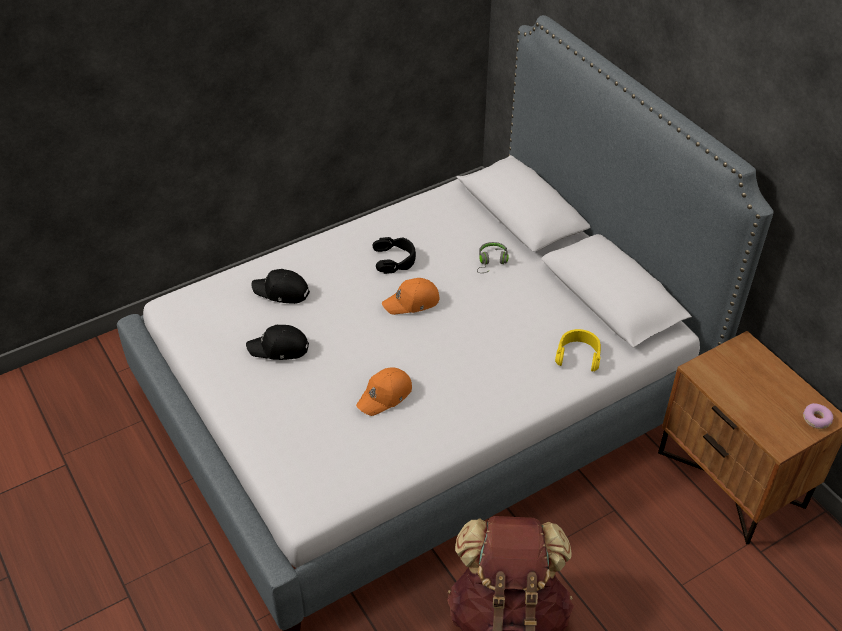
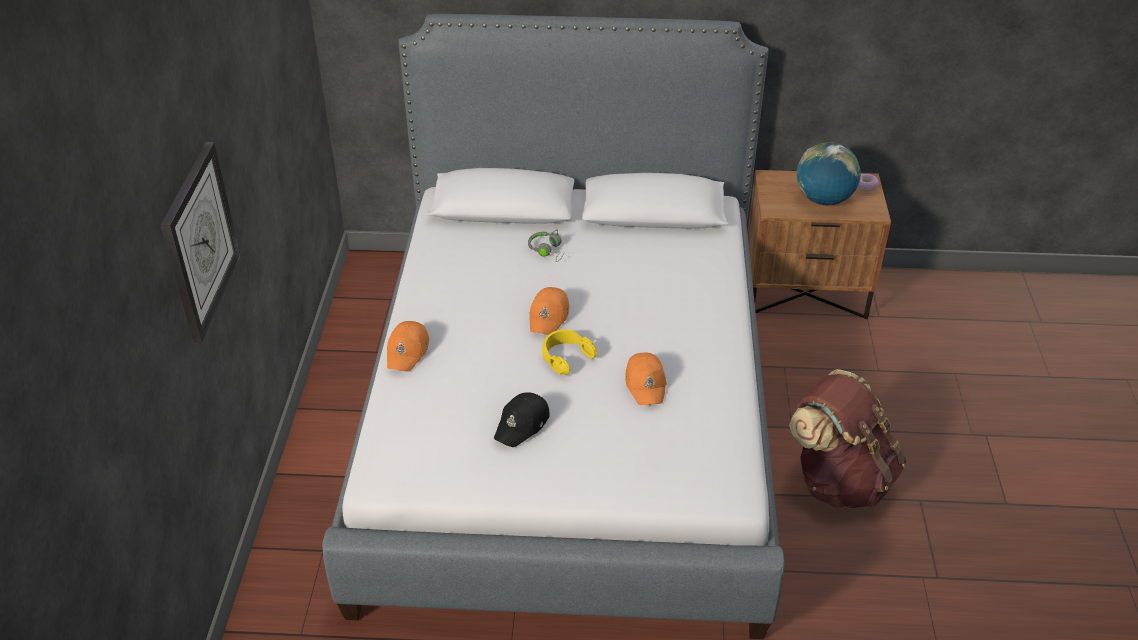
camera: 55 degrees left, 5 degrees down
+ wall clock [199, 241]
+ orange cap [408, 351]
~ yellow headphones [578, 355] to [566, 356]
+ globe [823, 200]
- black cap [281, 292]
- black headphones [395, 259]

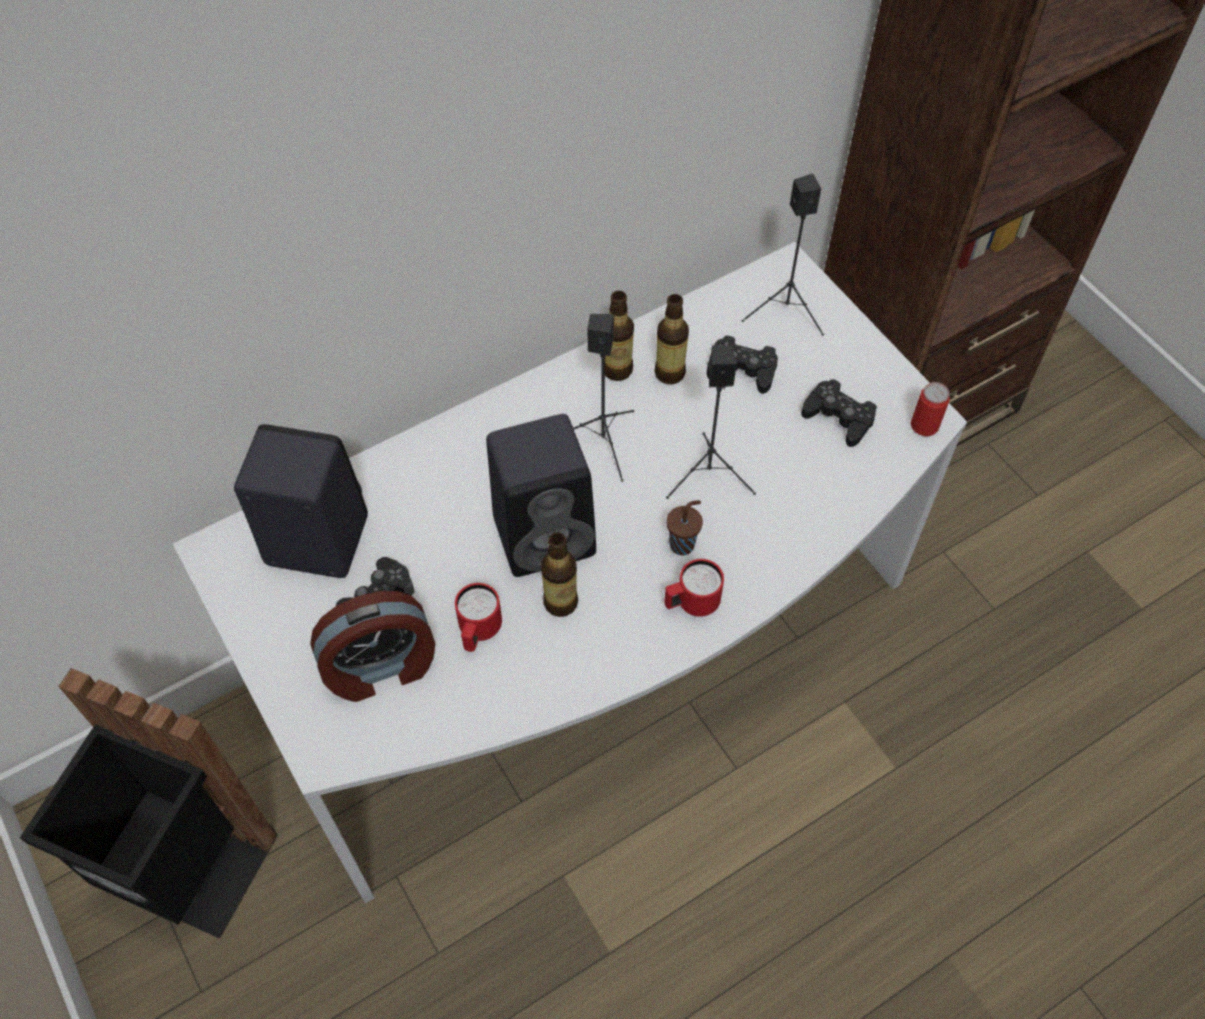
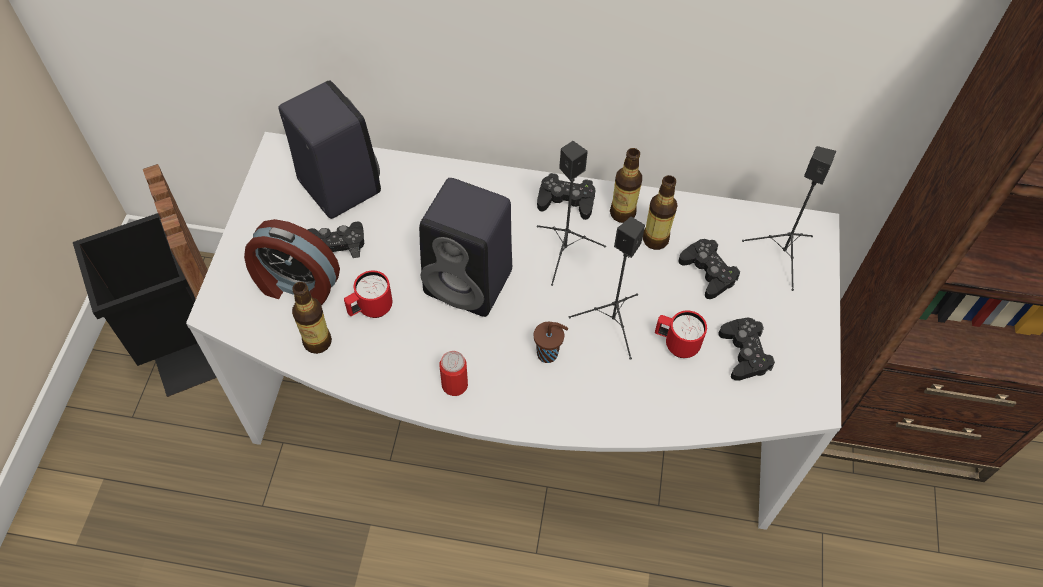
camera: 40 degrees right, 0 degrees up
~ bottle [561, 602] to [317, 342]
~ can [924, 425] to [454, 384]
+ black game controller [566, 201]
~ red mug [691, 604] to [676, 344]

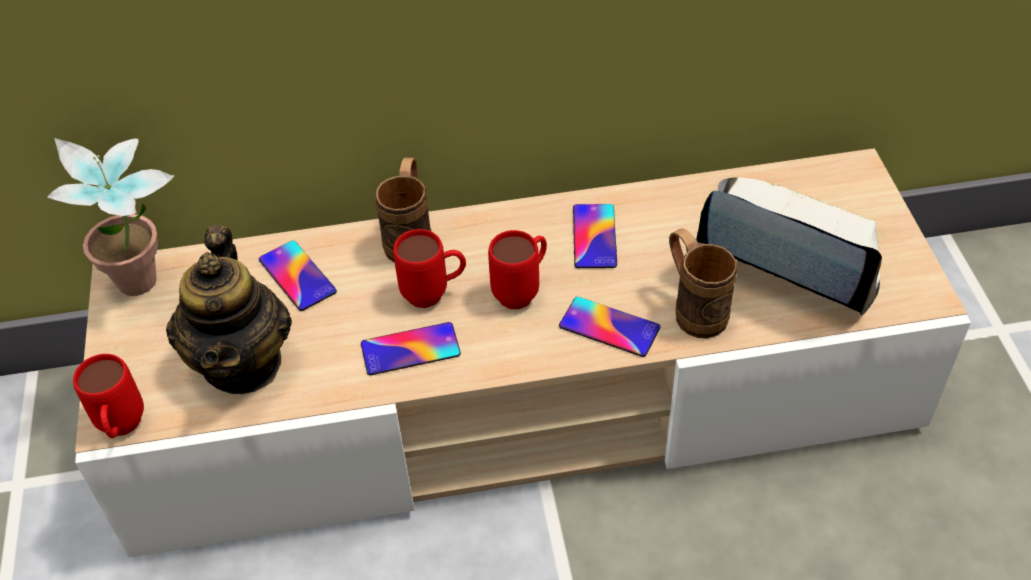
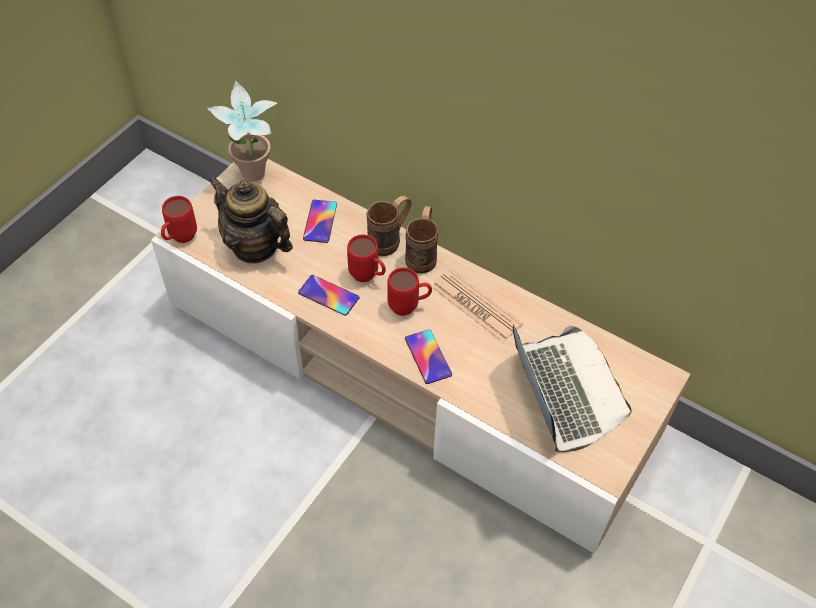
camera: 40 degrees right, 5 degrees up
~ teapot [243, 363] = [255, 246] 90 degrees clockwise
~ brown mug [693, 309] to [423, 255]
~ phone [594, 236] to newspaper [476, 306]

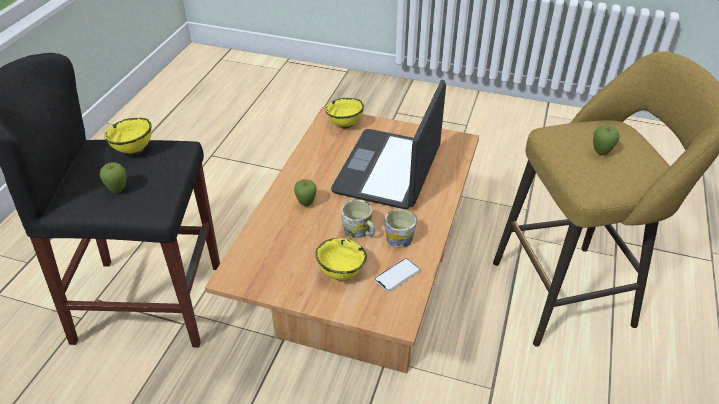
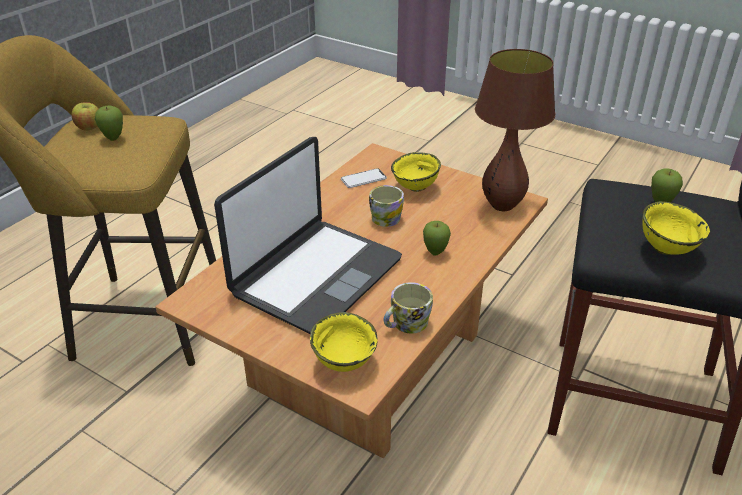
camera: 165 degrees left, 5 degrees down
+ apple [89, 128]
~ mug [402, 237] to [406, 324]
+ brown table lamp [502, 205]

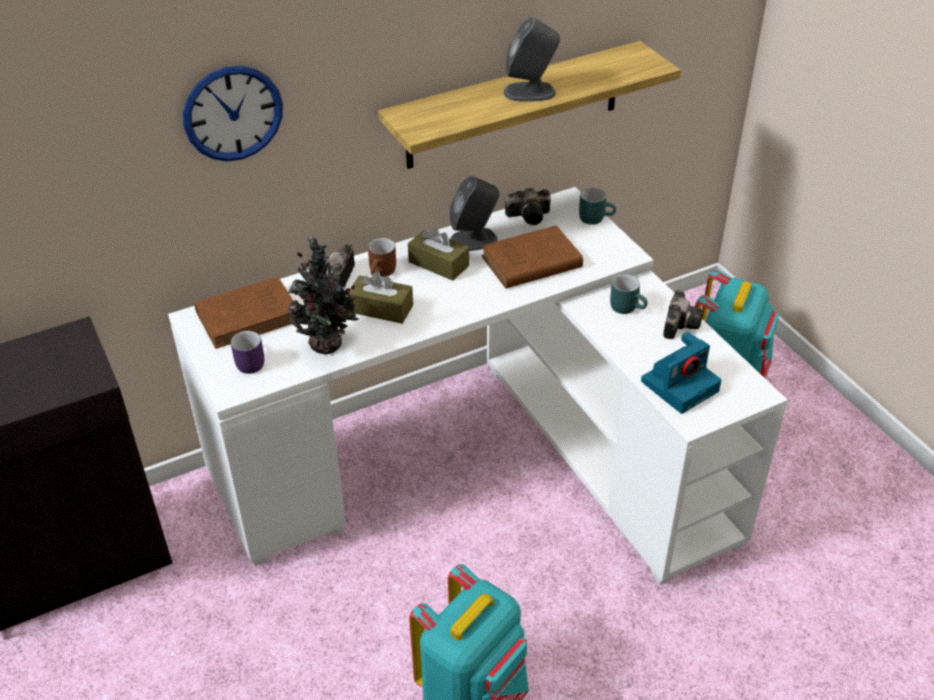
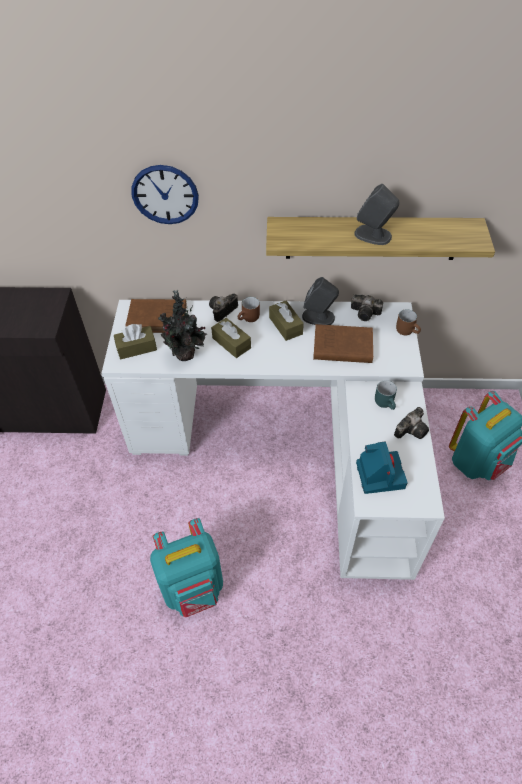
camera: 30 degrees right, 10 degrees up
~ purple mug [247, 362] to brown tissue box [136, 348]
~ photo camera [680, 385] = [379, 474] 90 degrees counterclockwise
~ turquoise mug [595, 218] to brown mug [407, 330]

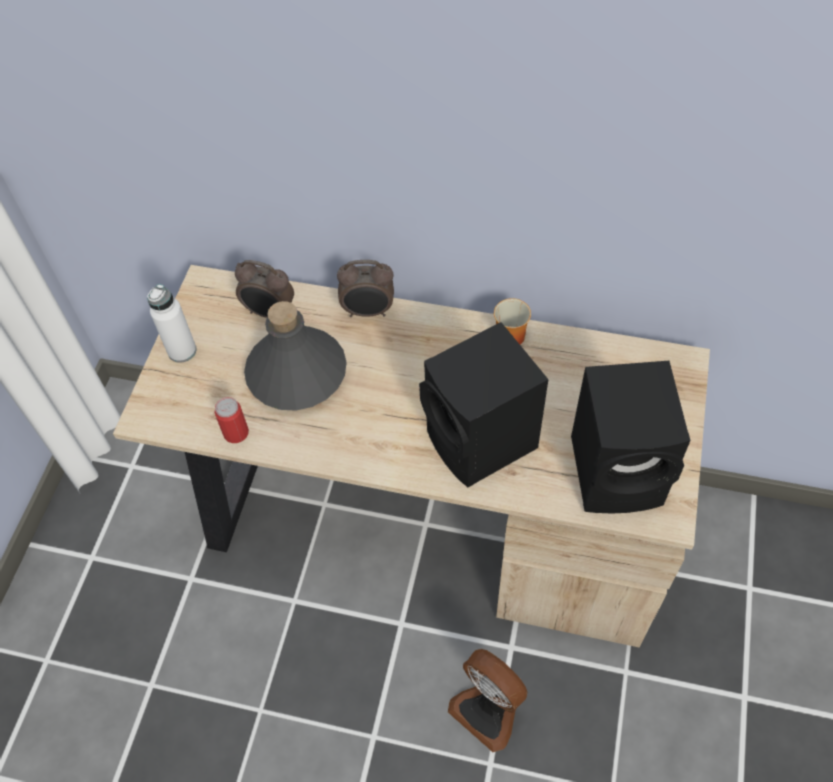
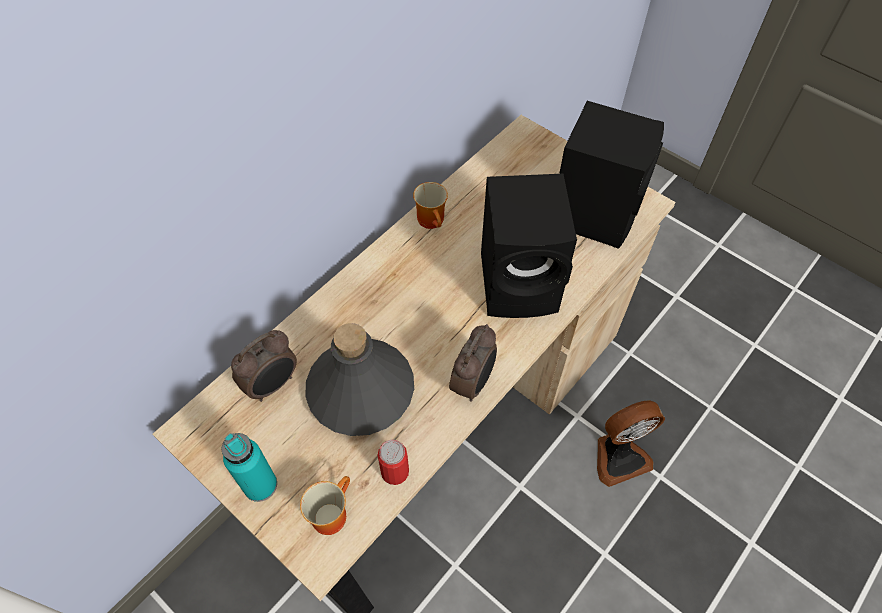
camera: 65 degrees left, 0 degrees up
~ white bottle [182, 351] to turquoise bottle [260, 485]
+ mug [329, 512]
~ alarm clock [368, 312] to [473, 382]

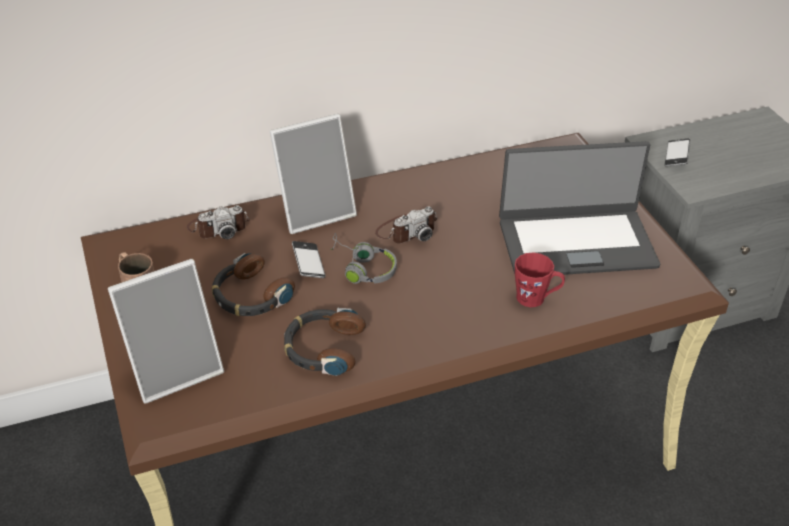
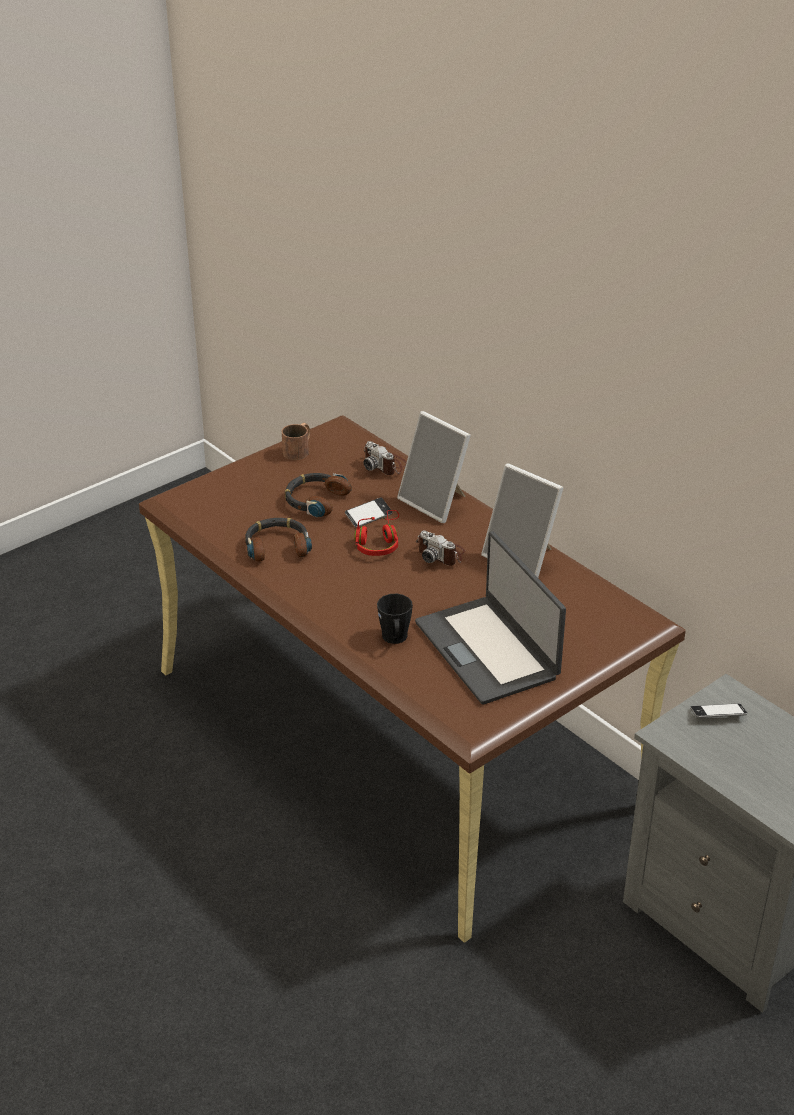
camera: 70 degrees right, 5 degrees down
~ grey headphones [362, 268] to red headphones [378, 542]
~ red mug [536, 298] to black mug [395, 639]
~ picture frame [175, 368] to [522, 558]

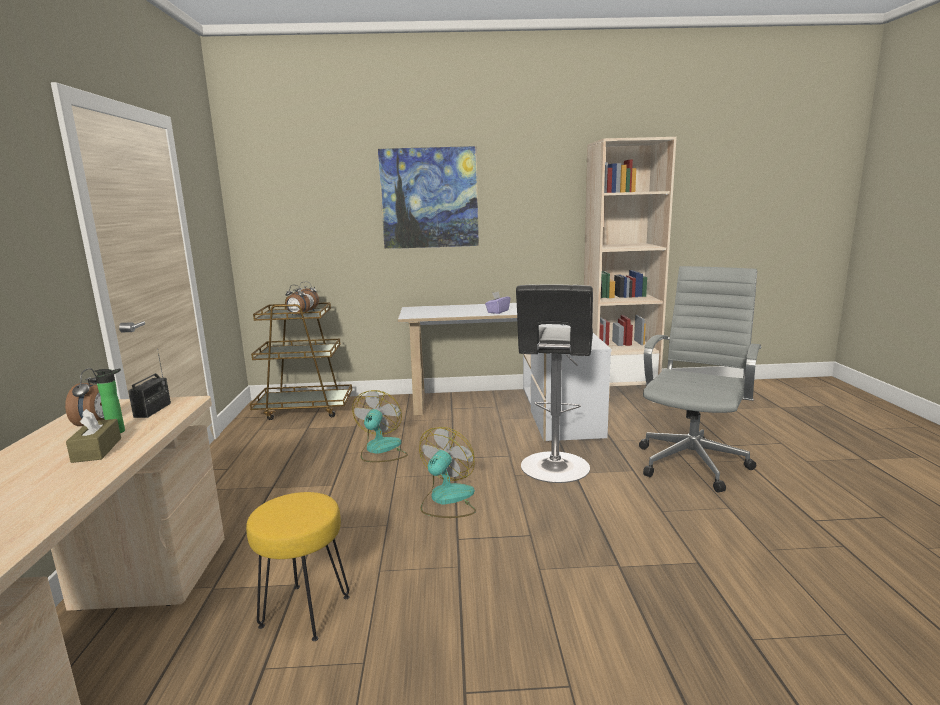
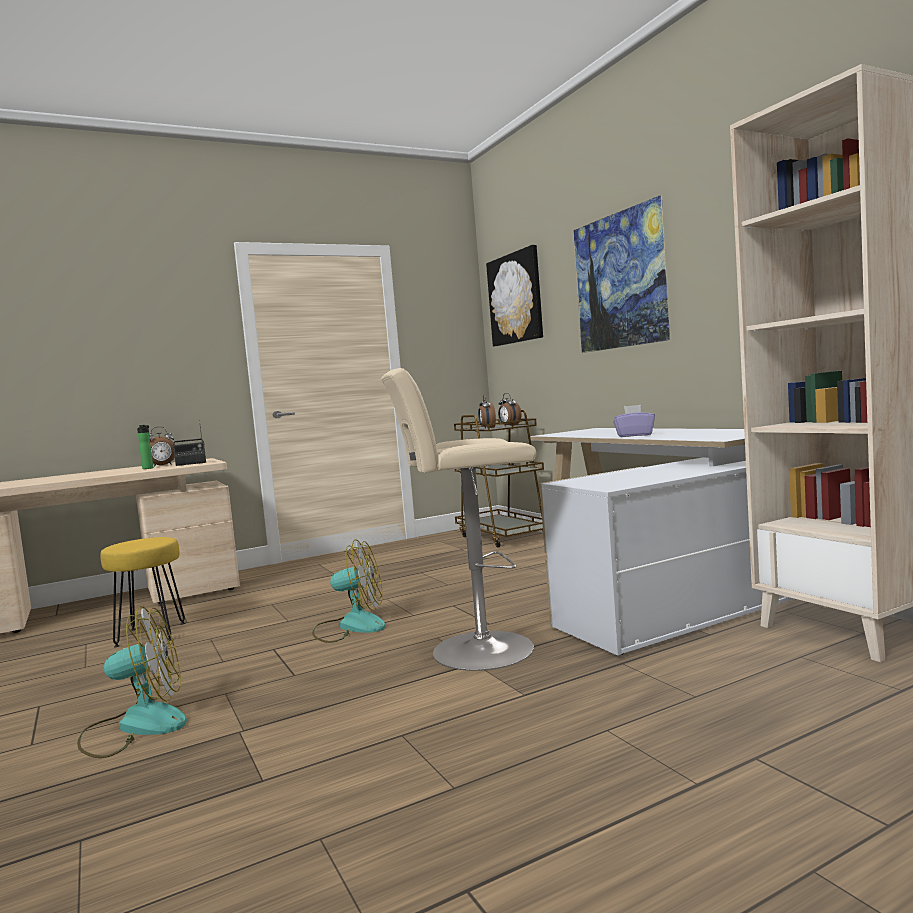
camera: 65 degrees right, 10 degrees down
~ fan [380, 450] to [135, 726]
~ black stool [554, 469] to beige stool [475, 651]
+ picture [516, 298]
- brown tissue box [97, 450]
- grey office chair [692, 462]

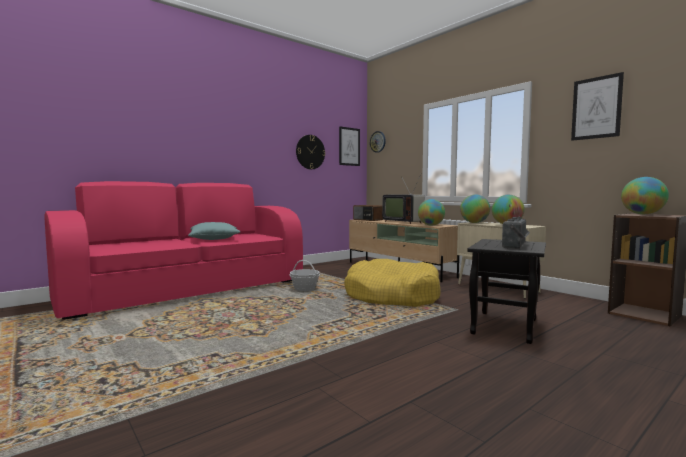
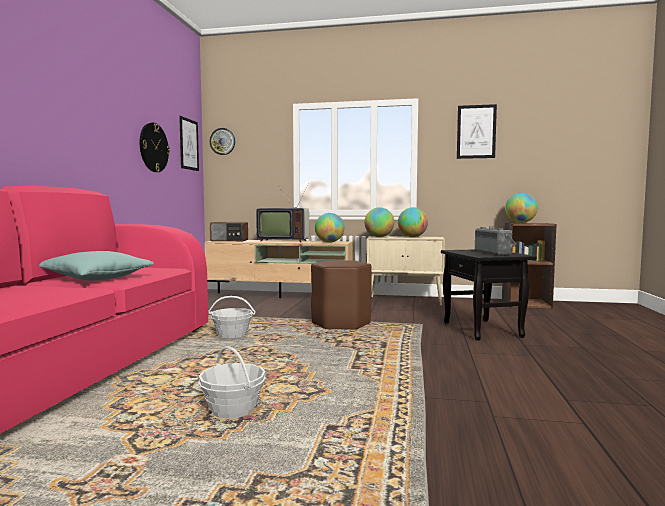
camera: 40 degrees left, 0 degrees up
+ basket [233, 410]
~ yellow dog bed [392, 296] to brown stool [341, 324]

